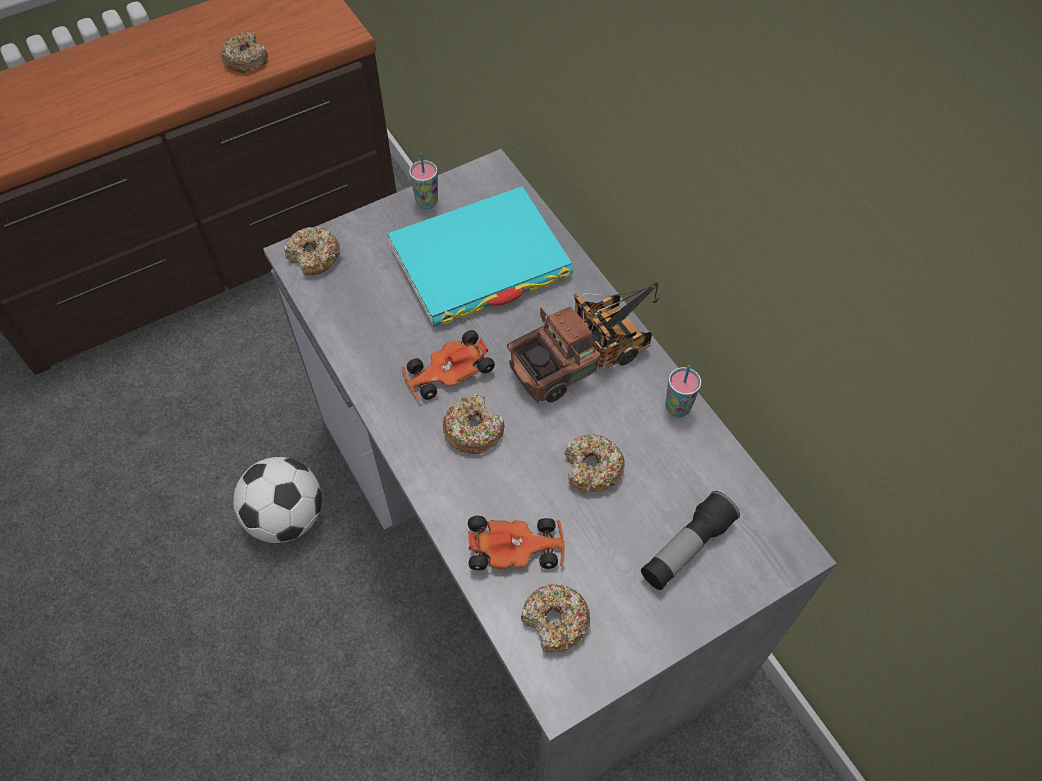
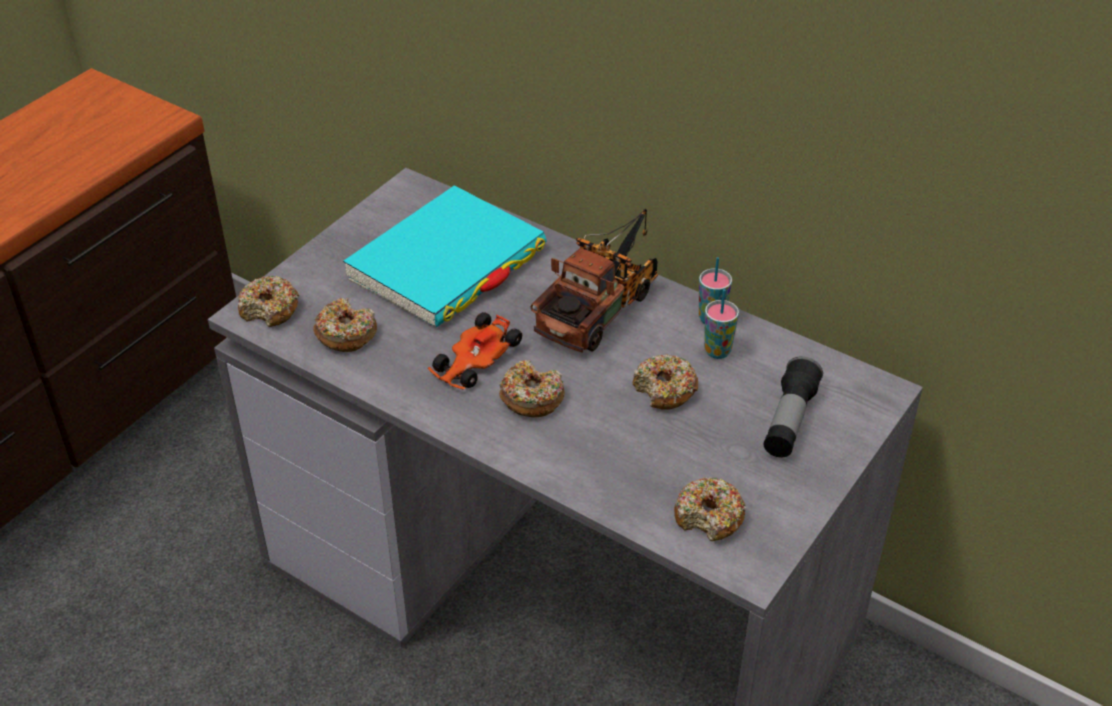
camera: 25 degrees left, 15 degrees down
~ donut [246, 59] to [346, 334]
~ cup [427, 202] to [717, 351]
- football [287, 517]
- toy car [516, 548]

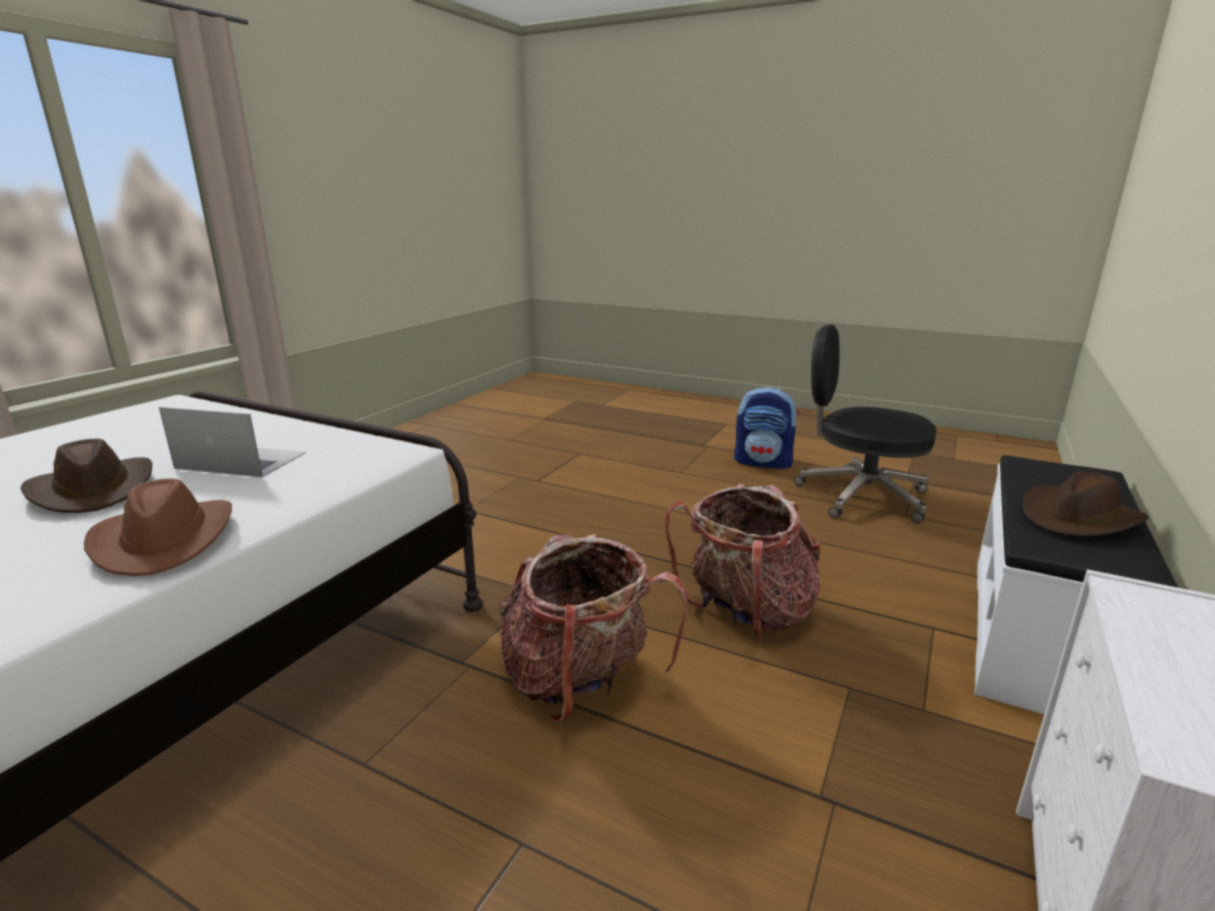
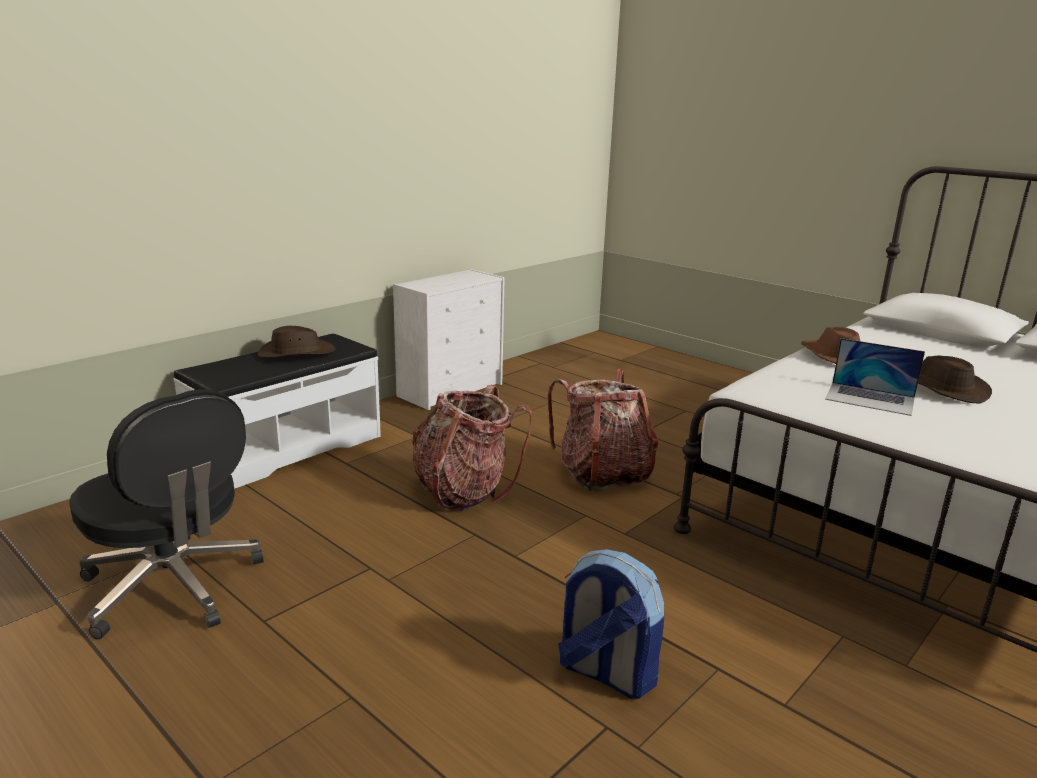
camera: 165 degrees left, 0 degrees up
~ backpack [763, 462] to [605, 673]

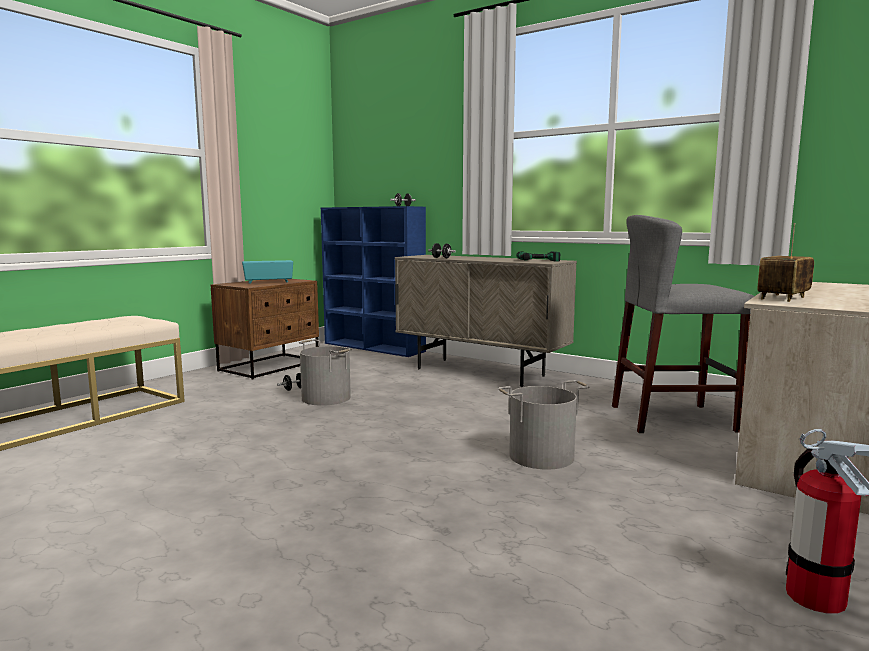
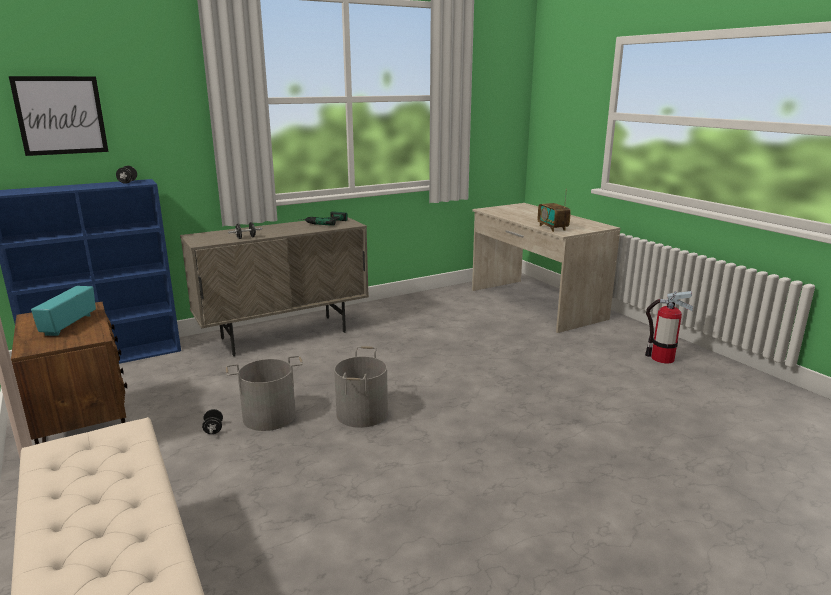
camera: 65 degrees left, 10 degrees up
+ picture [60, 115]
~ grey bucket [542, 456] to [363, 413]
- grey stool [673, 418]

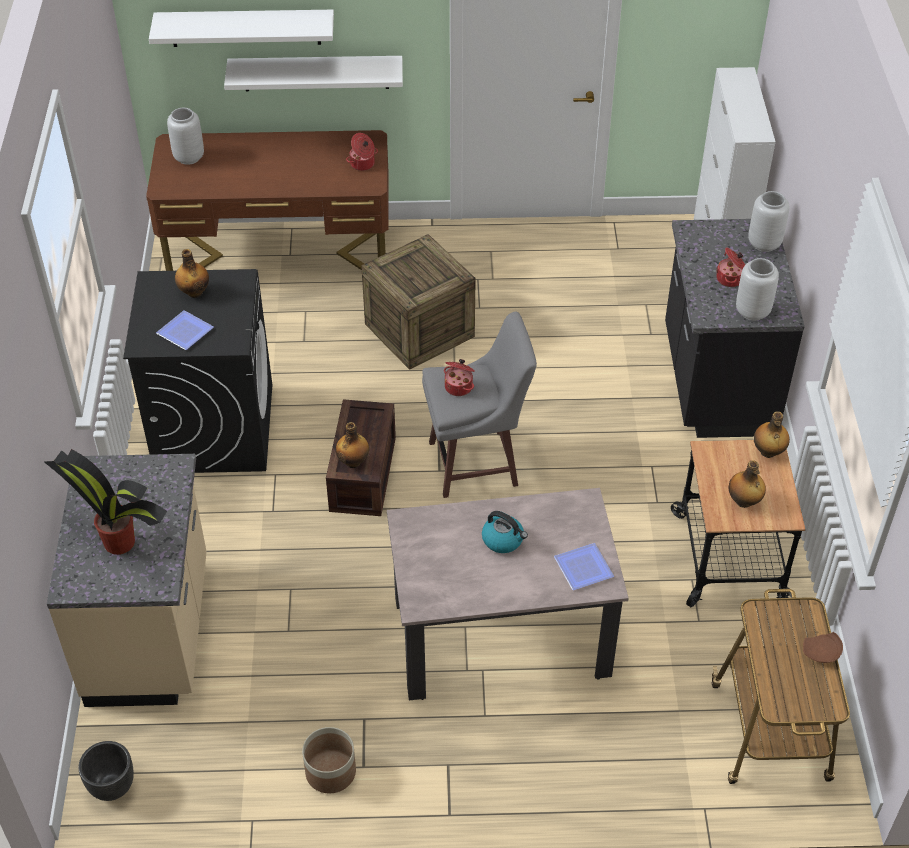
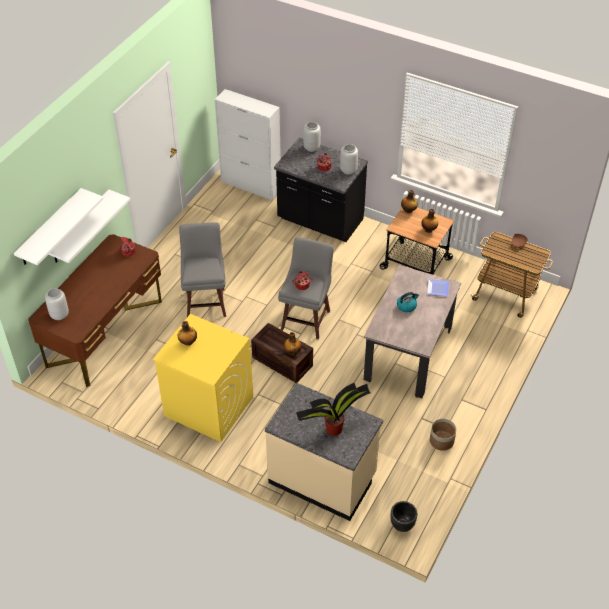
camera: 60 degrees left, 0 degrees up
~ black washing machine [214, 427] to yellow washing machine [208, 406]
~ crate [419, 330] to grey stool [206, 302]
- plate [183, 332]

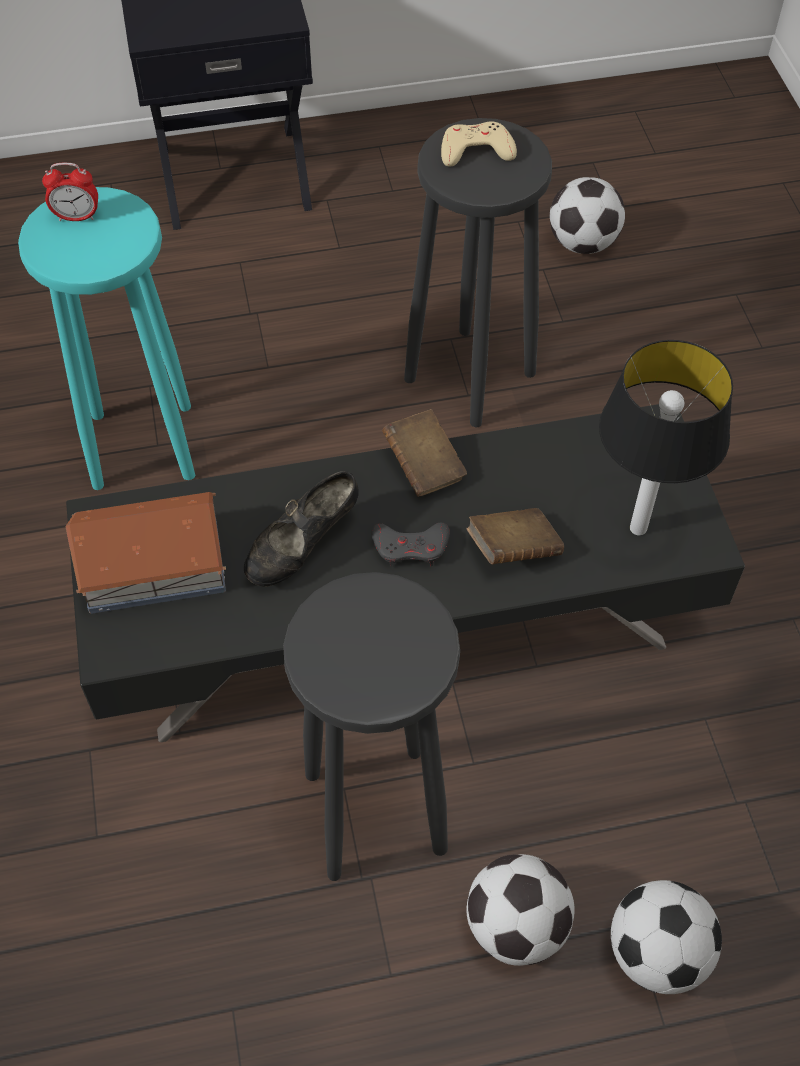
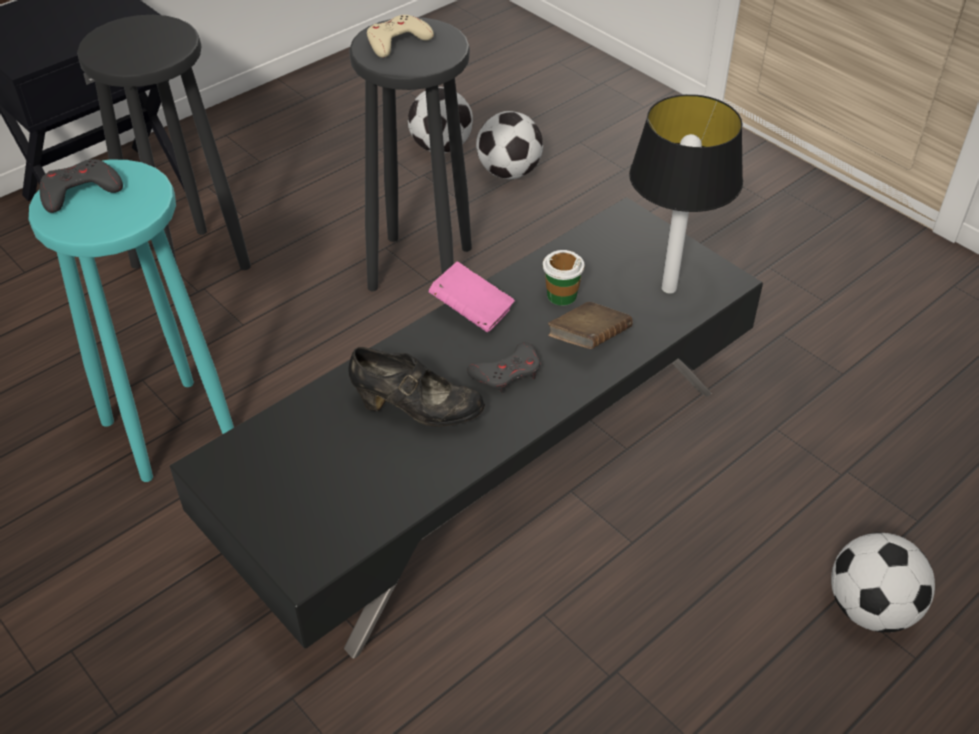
camera: 30 degrees left, 10 degrees down
~ alarm clock [77, 217] to grey game controller [80, 191]
~ black stool [377, 811] to [192, 265]
~ black shoe [303, 547] = [417, 410] 90 degrees counterclockwise
~ brown book [424, 466] to pink book [472, 312]
~ football [516, 926] to [509, 173]
+ cup [561, 295]
- toy house [152, 565]

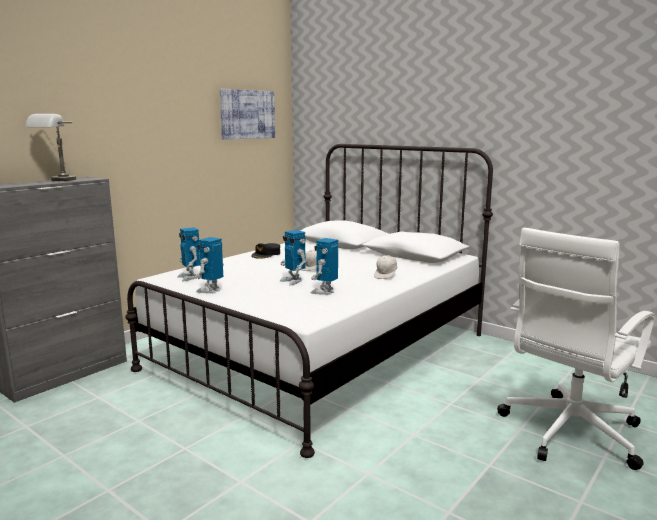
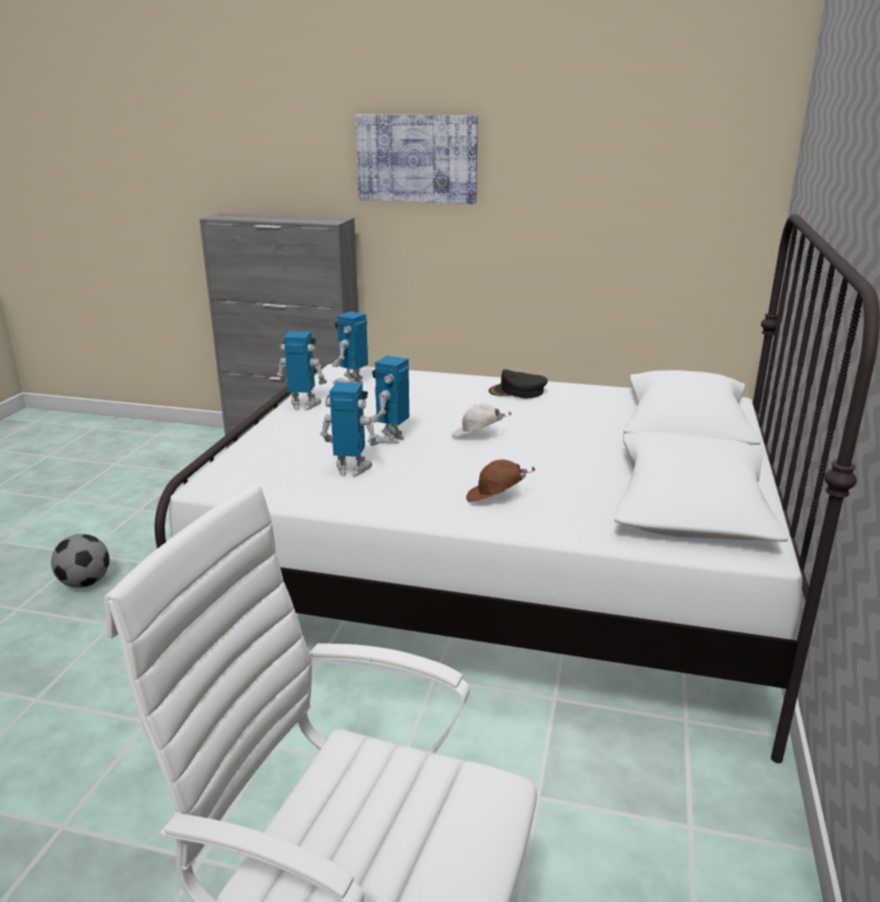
camera: 65 degrees right, 10 degrees up
+ football [85, 582]
~ picture [247, 114] to [417, 159]
~ white cap [386, 275] to brown cap [495, 498]
- grey table lamp [57, 180]

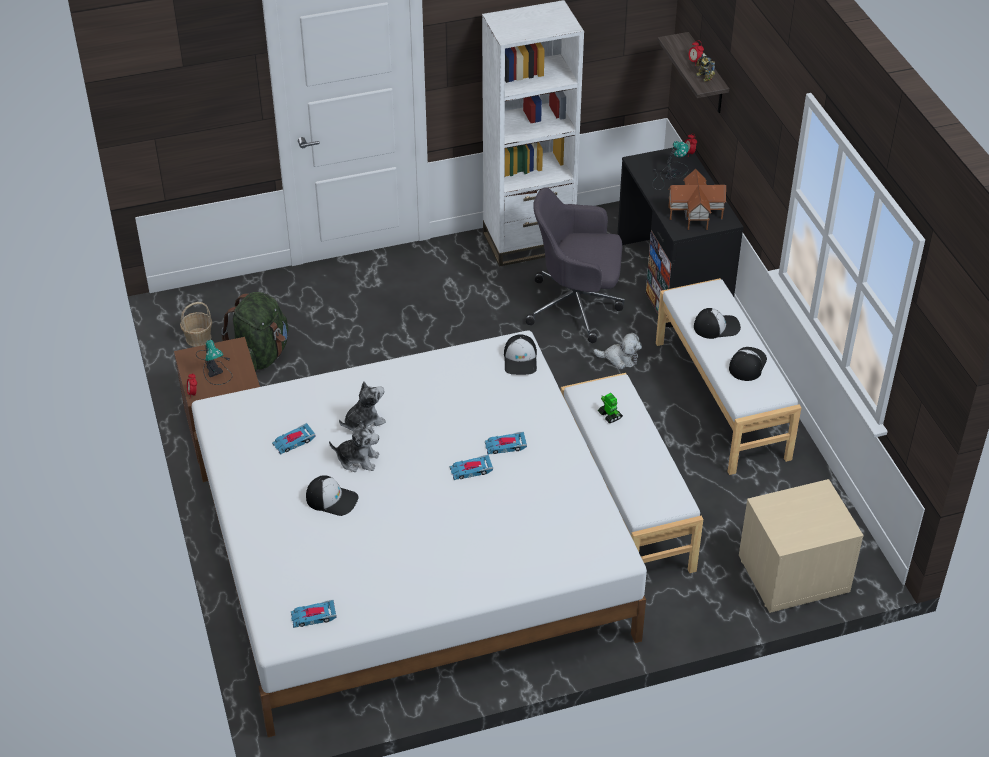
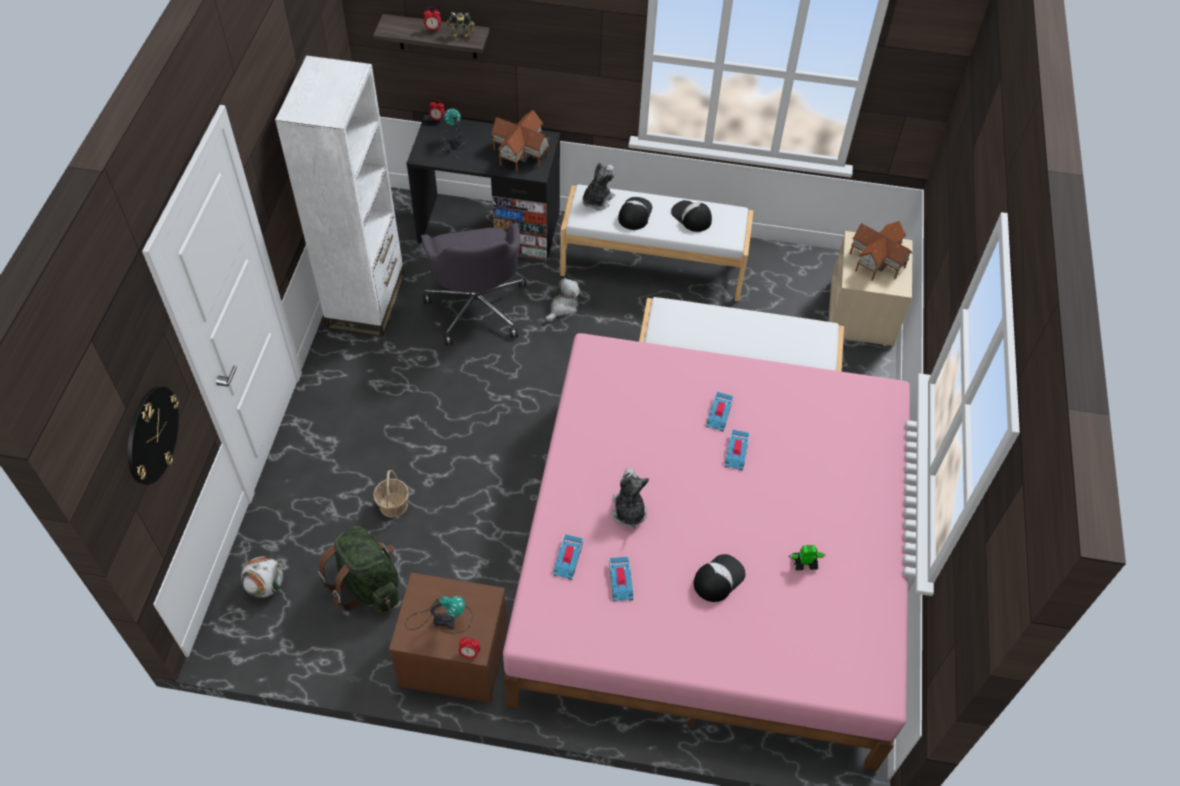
camera: 65 degrees left, 10 degrees up
+ wall clock [151, 435]
+ football [266, 586]
~ basket [198, 338] to [393, 505]
~ grey office chair [576, 306] = [477, 306] 45 degrees counterclockwise
~ white bed [411, 553] to pink bed [710, 561]
~ toy car [313, 616] to [568, 559]
~ plush toy [358, 460] to [597, 200]
~ toy robot [609, 415] to [804, 562]
+ toy house [877, 261]
- cap [520, 360]

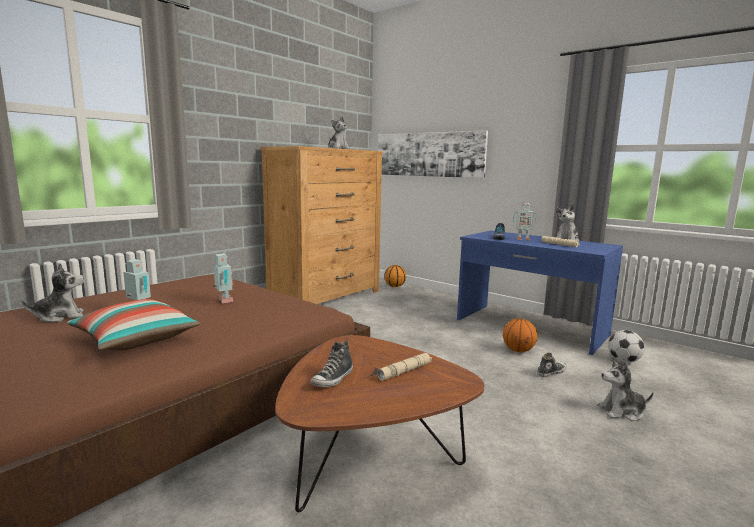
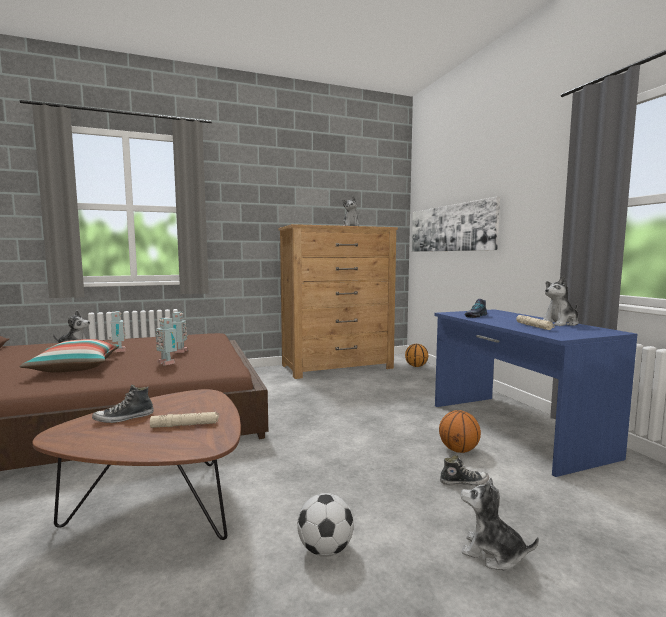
camera: 30 degrees right, 5 degrees down
~ toy robot [522, 239] to [167, 363]
~ football [623, 361] to [325, 549]

